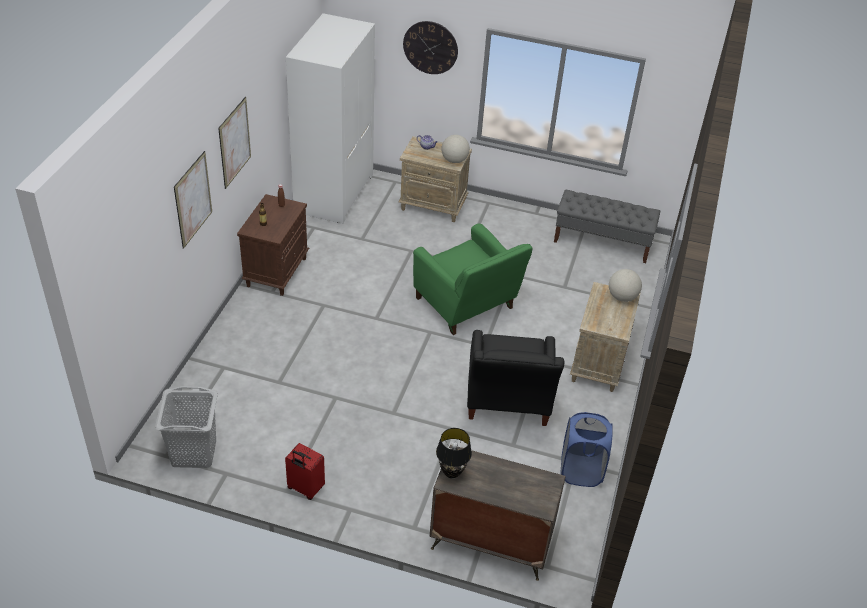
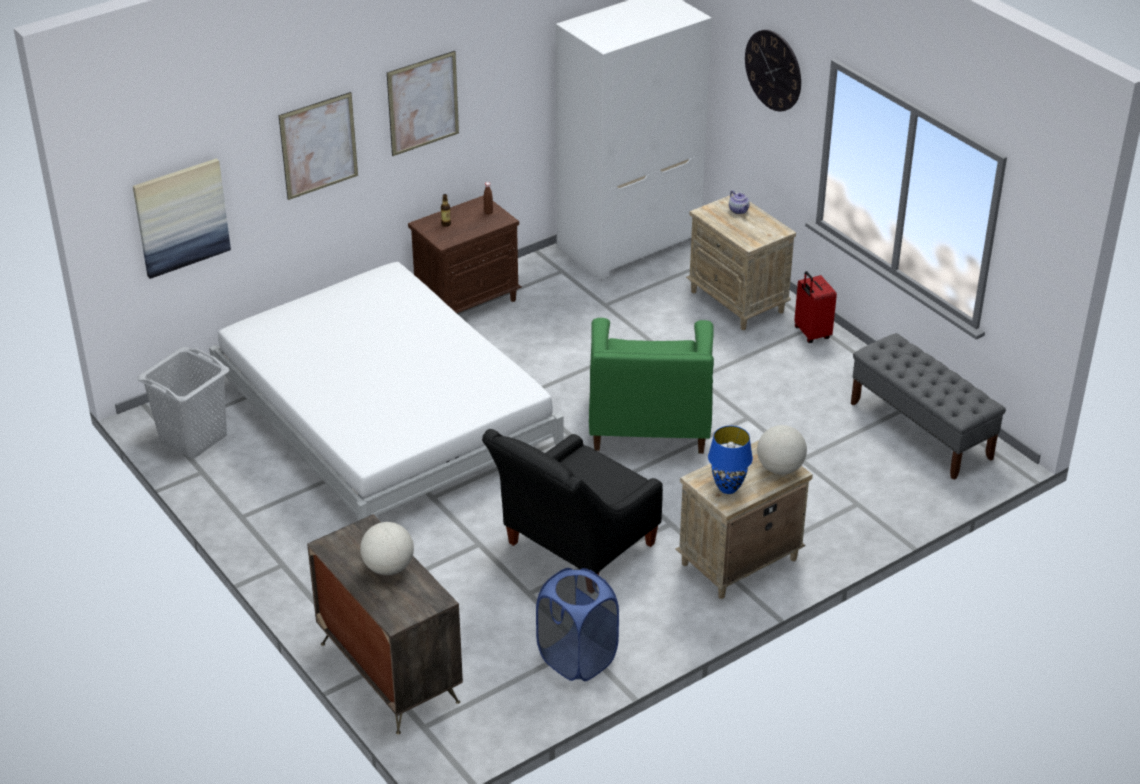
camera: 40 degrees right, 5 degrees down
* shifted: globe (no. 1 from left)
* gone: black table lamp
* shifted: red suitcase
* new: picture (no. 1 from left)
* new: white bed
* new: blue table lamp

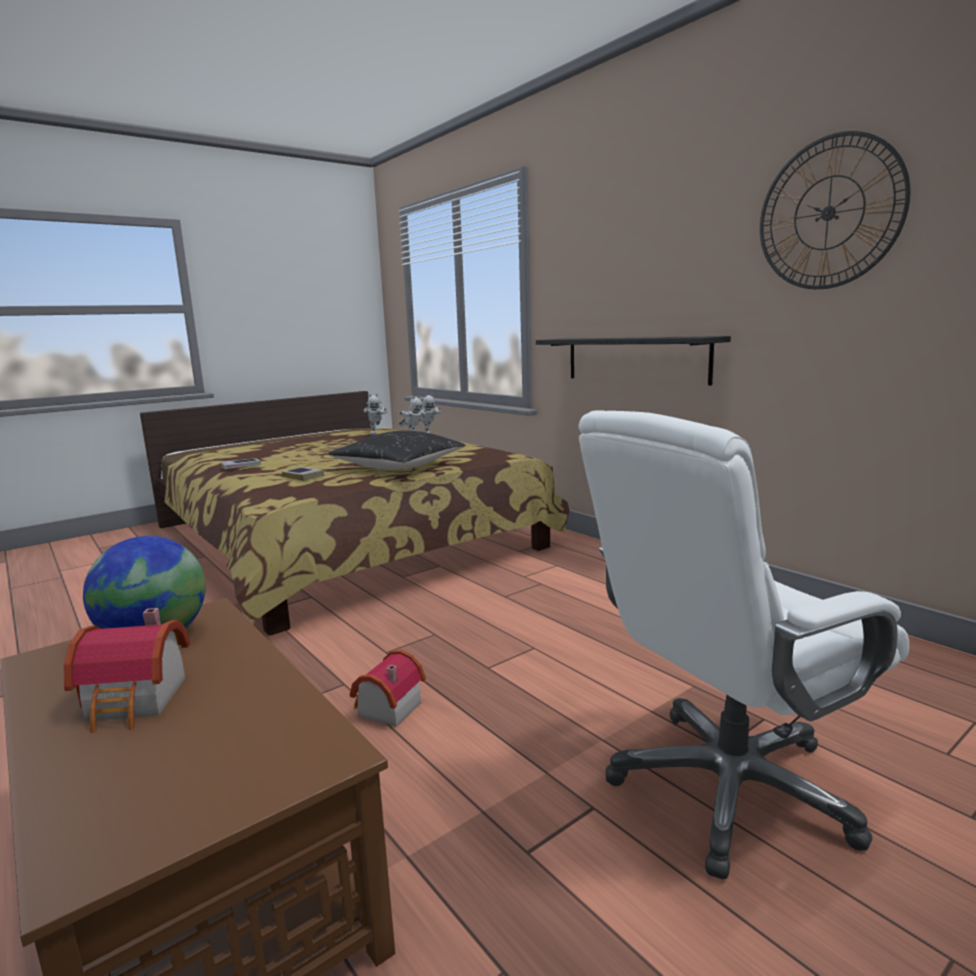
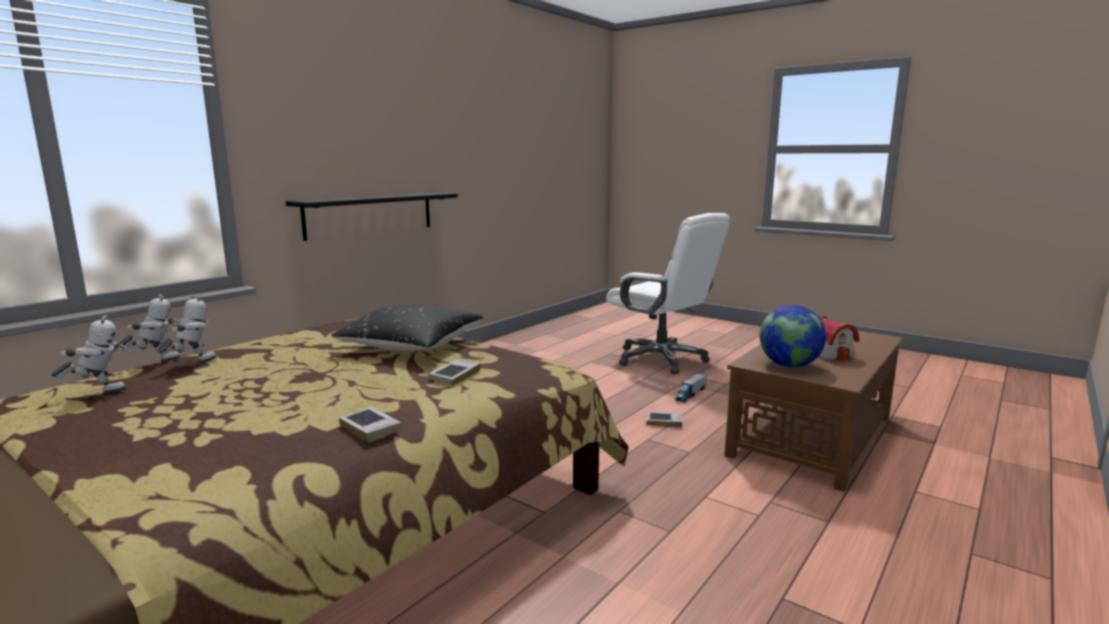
camera: 105 degrees left, 0 degrees up
* gone: wall clock
* swapped: toy house (no. 2 from left) to book (no. 3 from left)
* new: toy truck

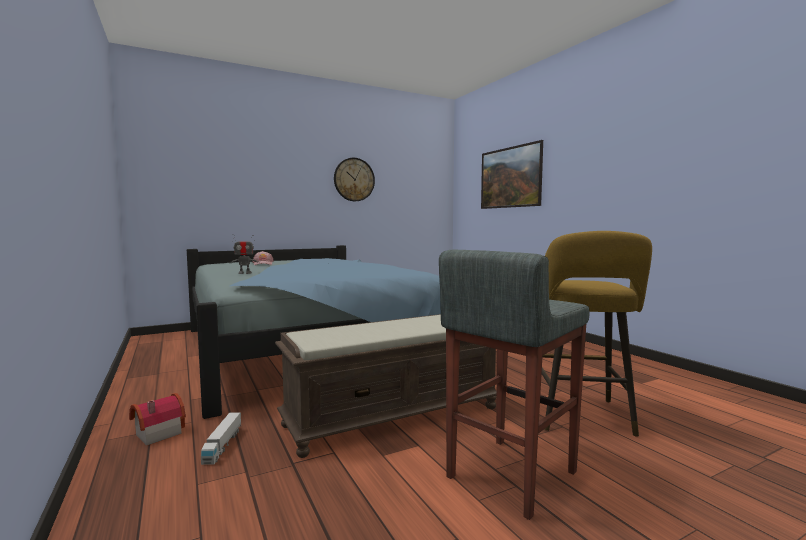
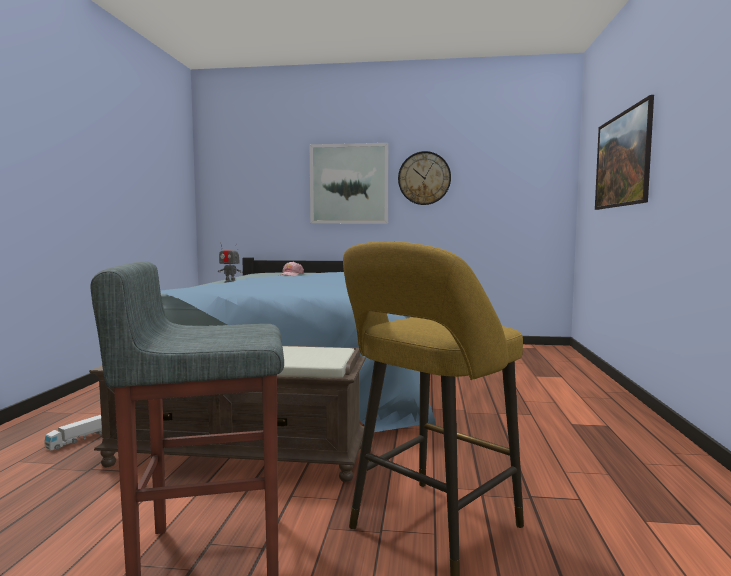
camera: 35 degrees right, 0 degrees up
* gone: toy house
* new: picture (no. 1 from left)

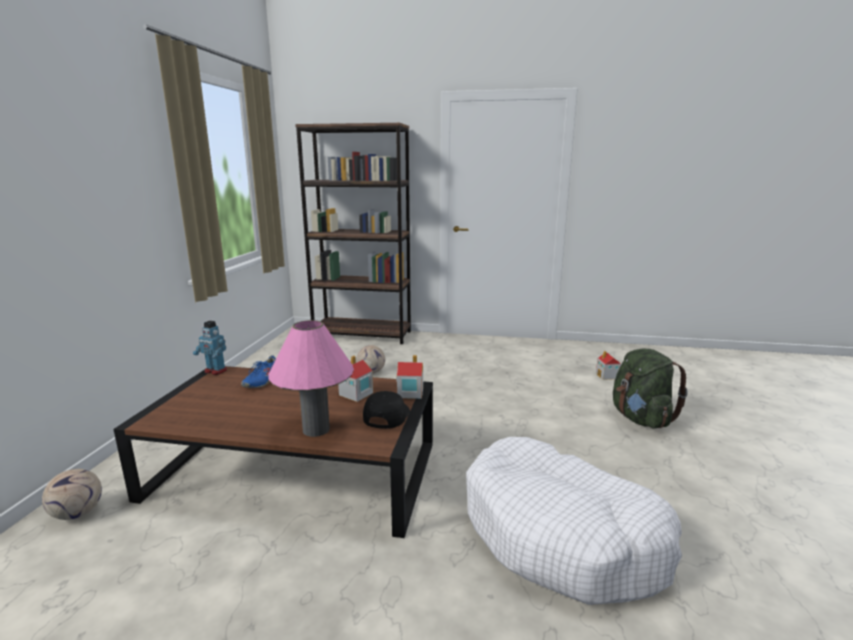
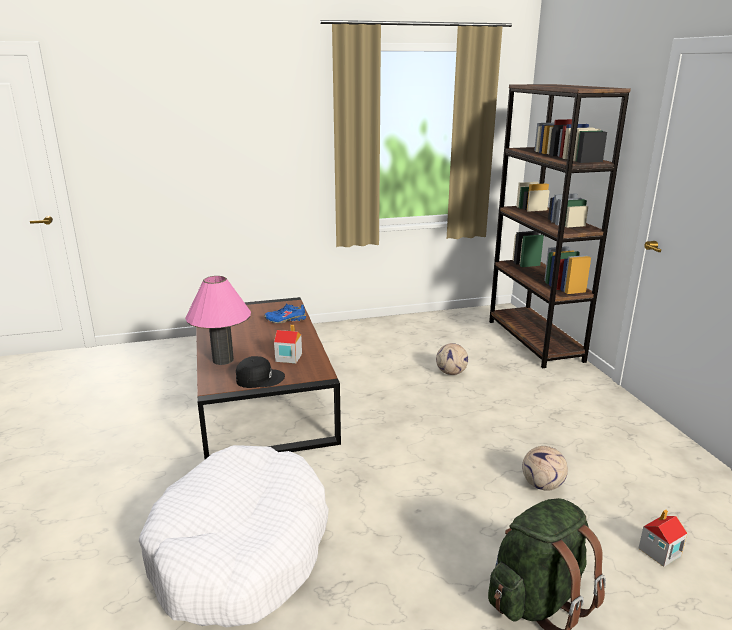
camera: 65 degrees right, 5 degrees up
* gone: toy robot
* gone: toy house (no. 2 from left)
* shifted: football (no. 1 from left in the first image) to football (no. 2 from left)

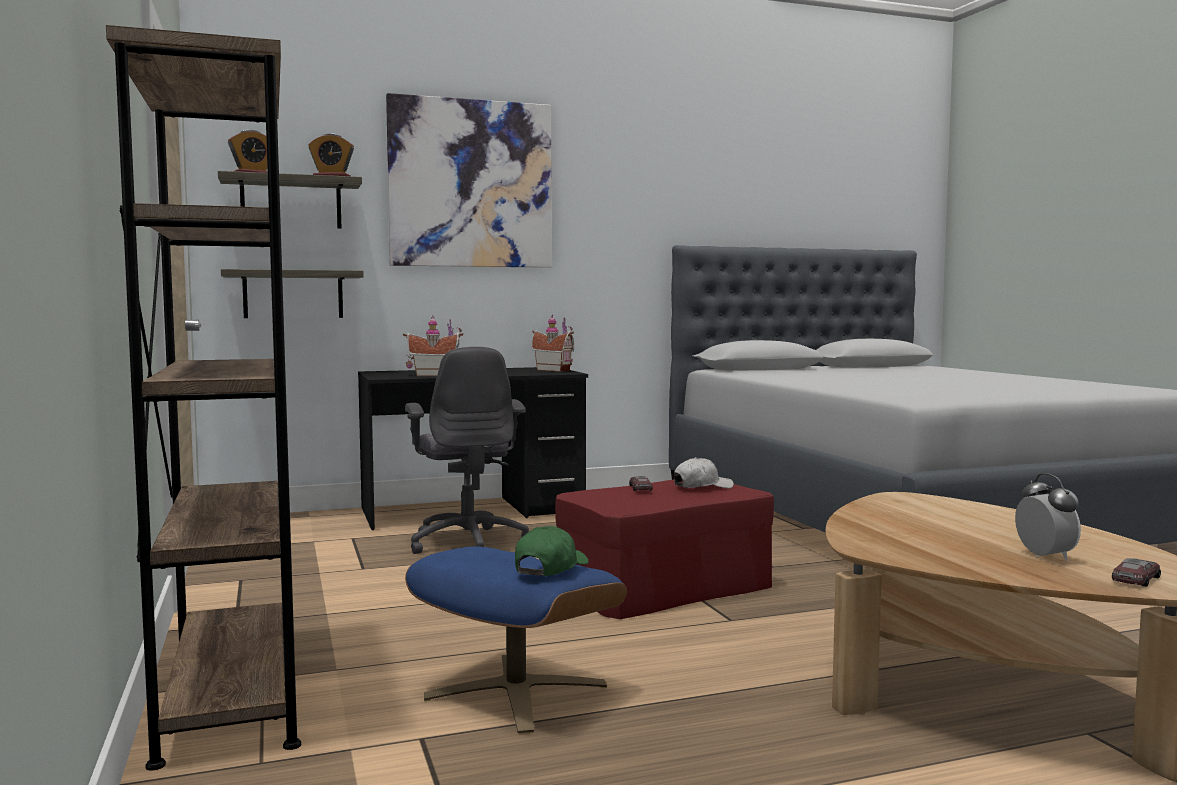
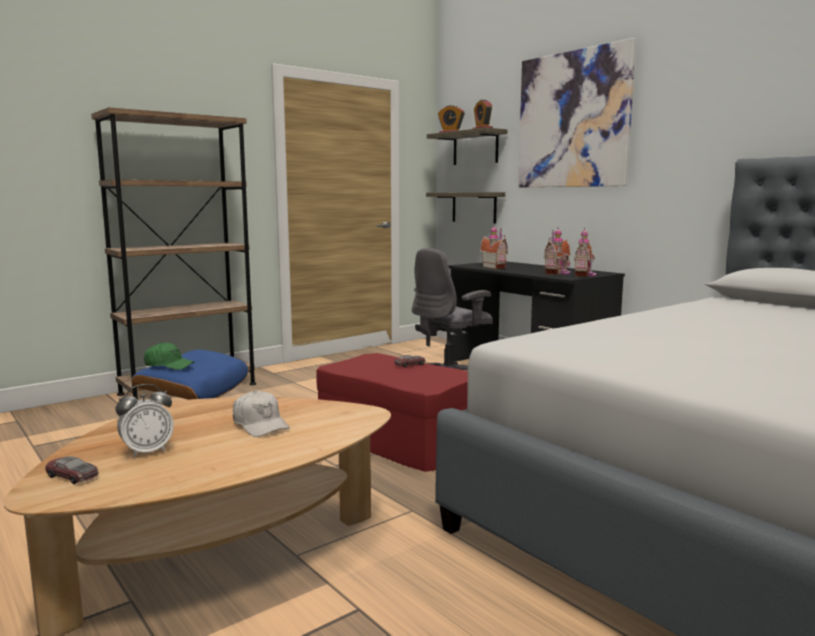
camera: 70 degrees right, 5 degrees up
* shifted: white cap
* new: toy house (no. 2 from left)

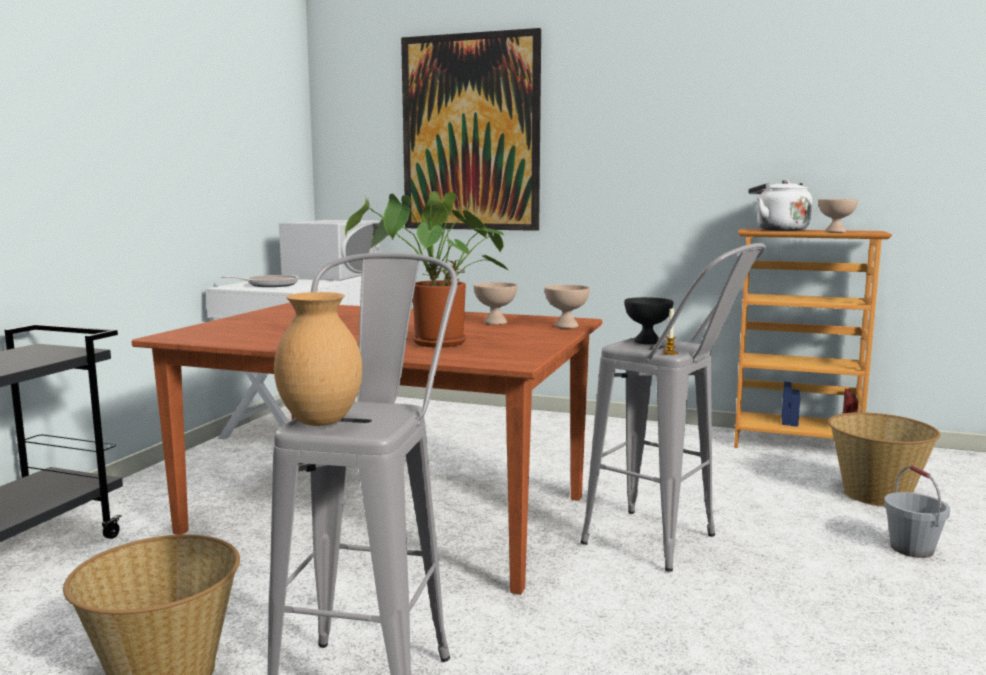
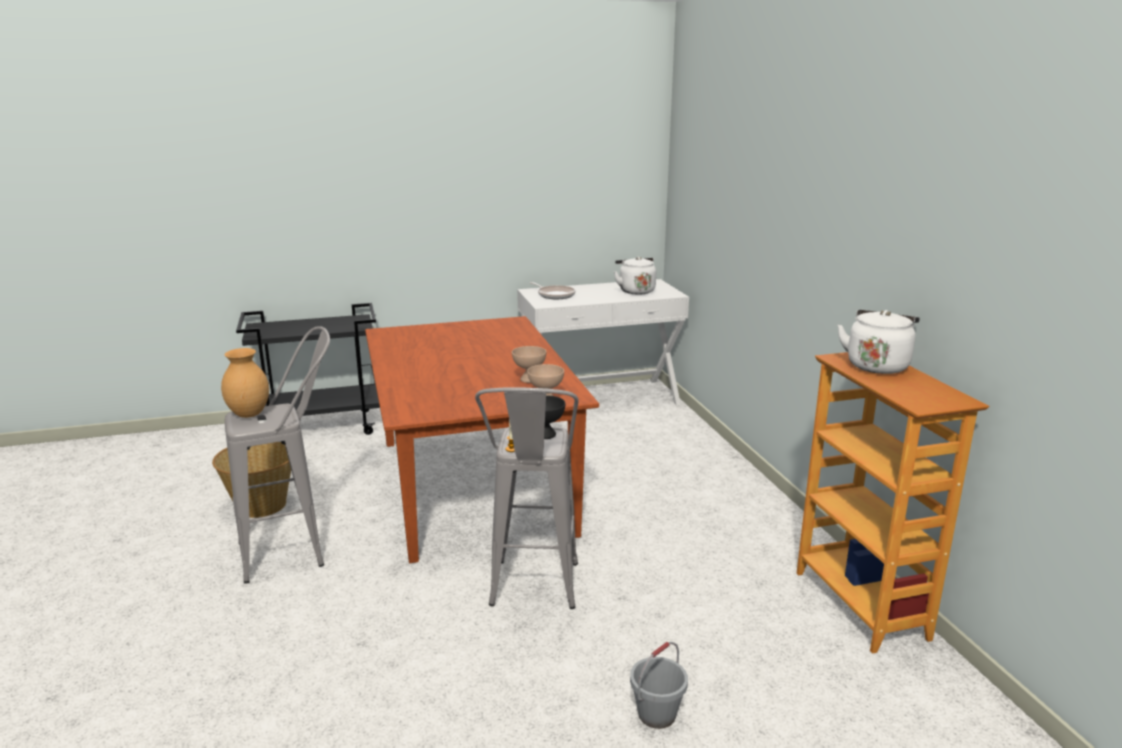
camera: 55 degrees right, 10 degrees up
* gone: picture
* gone: potted plant
* gone: beige bowl (no. 3 from left)
* swapped: white microwave to white kettle (no. 1 from left)
* gone: basket (no. 2 from left)

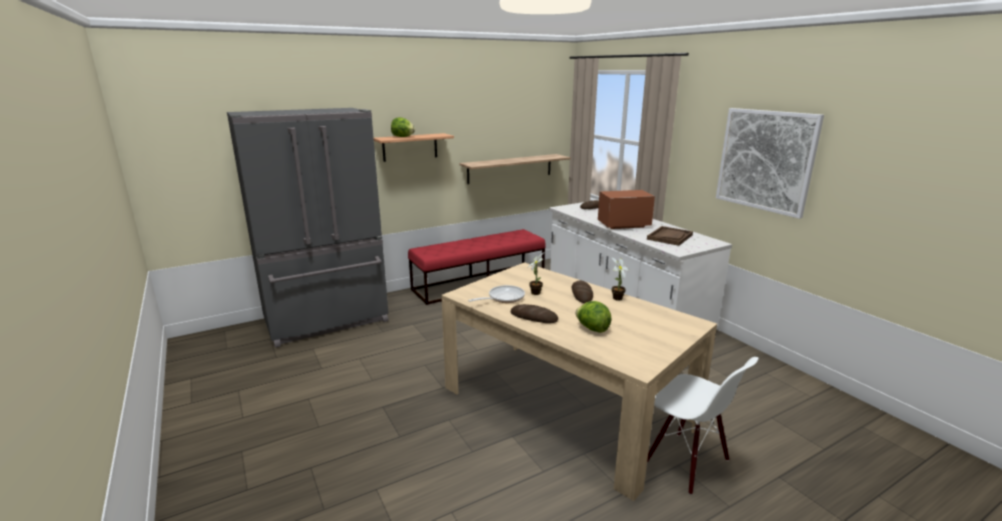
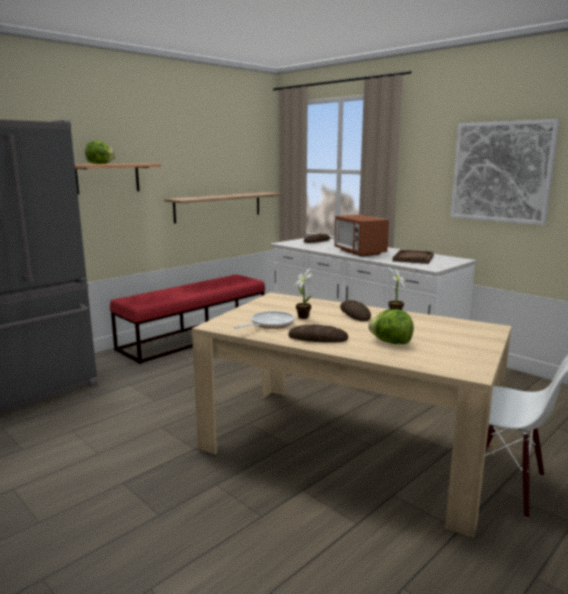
camera: 15 degrees left, 5 degrees down
* rotated: microwave 90 degrees counterclockwise

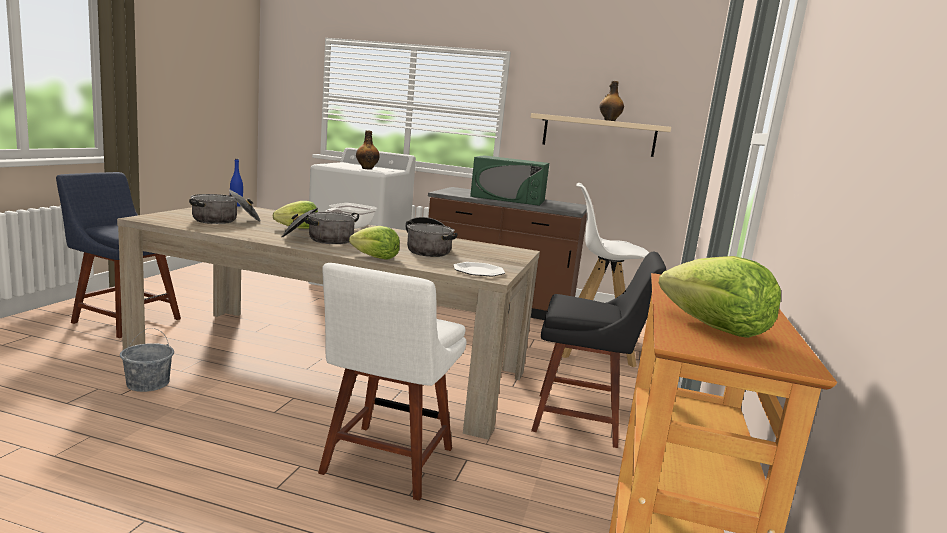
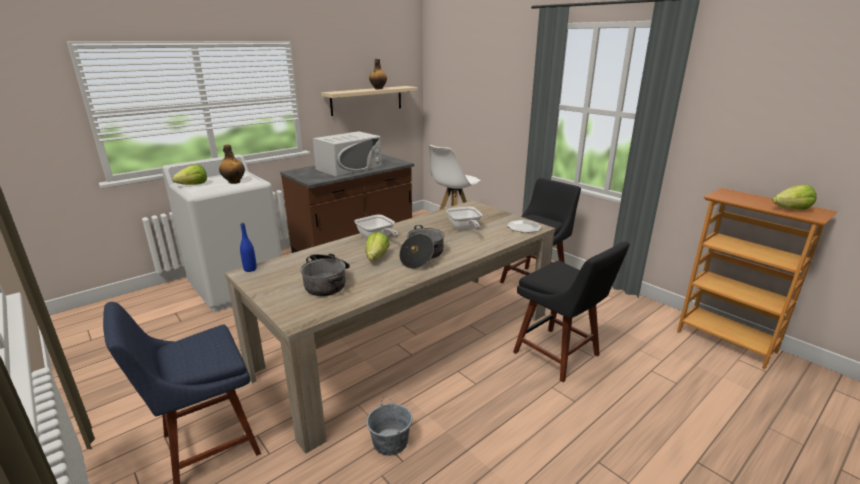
camera: 55 degrees left, 10 degrees up
* repainted: green microwave to white microwave
* swapped: cooking pot (no. 3 from left) to frying pan (no. 2 from left)
* shifted: lettuce (no. 2 from left in the first image) to lettuce (no. 1 from left)
* repainted: white chair to black chair (no. 2 from left)

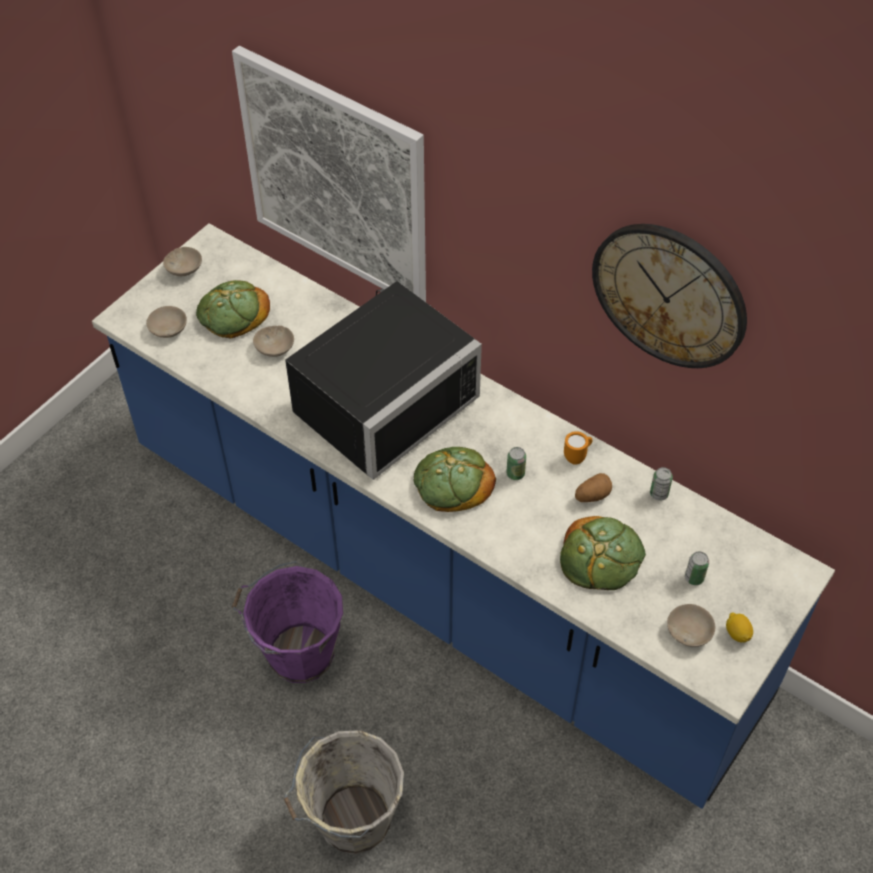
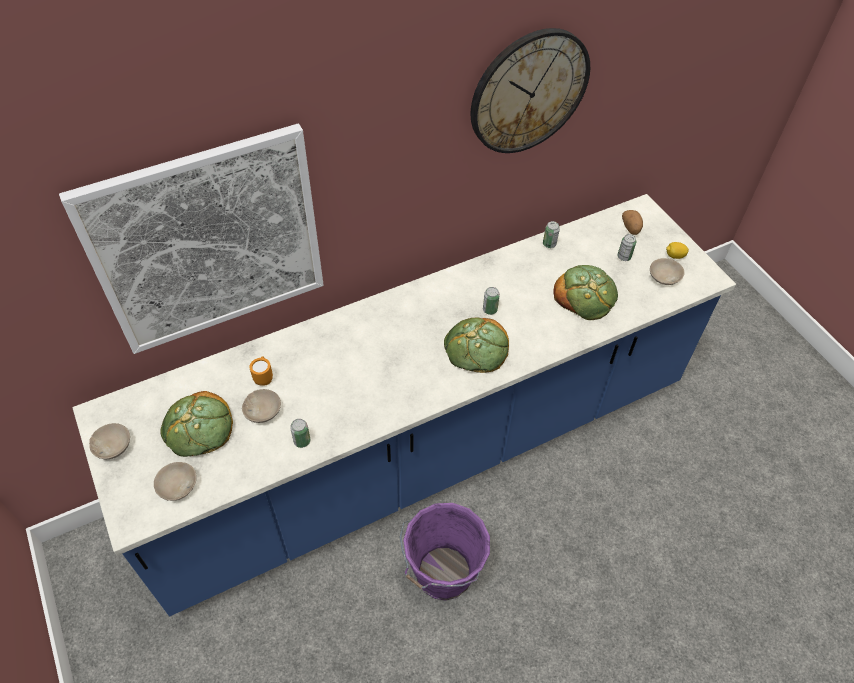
camera: 65 degrees left, 0 degrees up
* gone: black microwave
* shifted: orange mug
* shifted: potato
* gone: grey bucket
* new: can (no. 1 from left)

